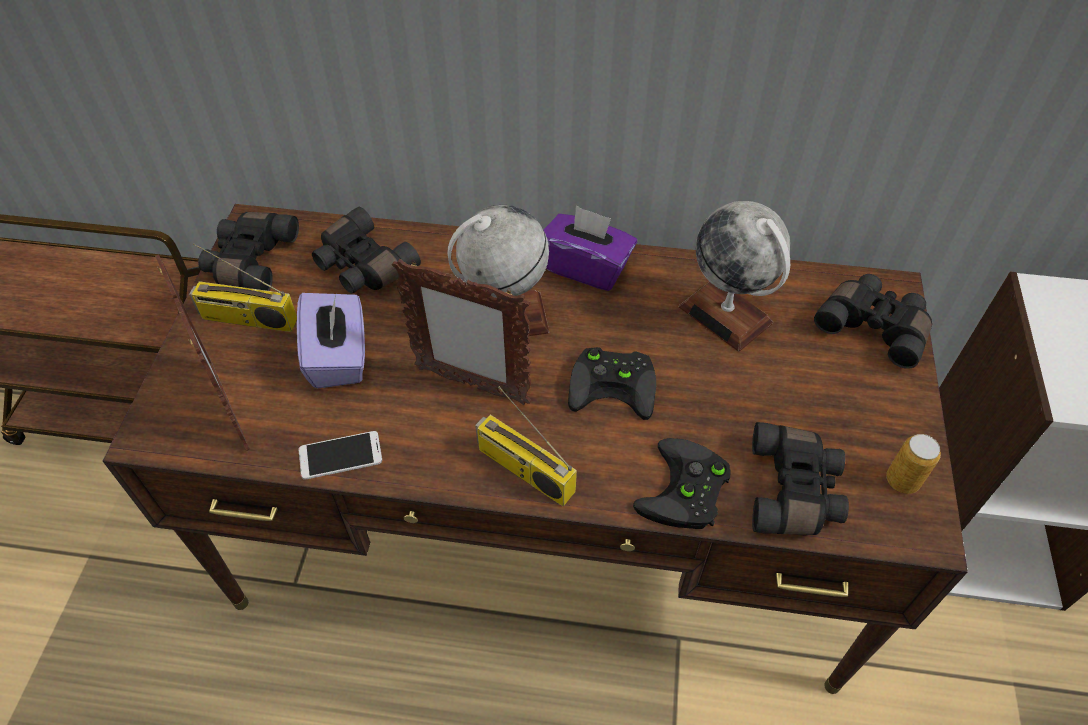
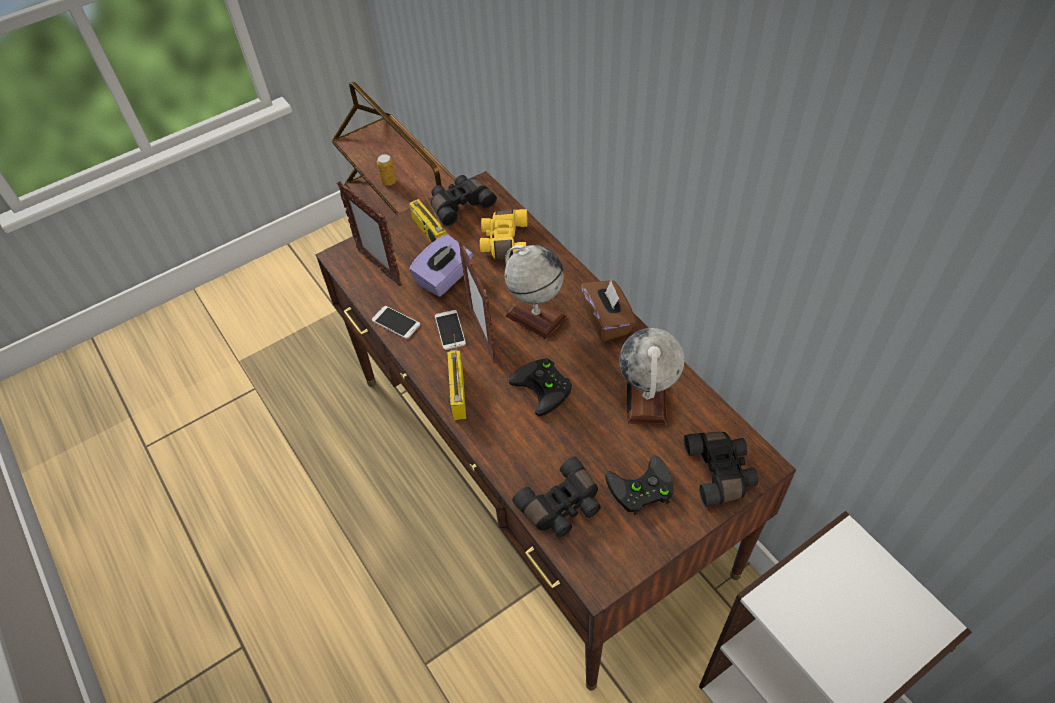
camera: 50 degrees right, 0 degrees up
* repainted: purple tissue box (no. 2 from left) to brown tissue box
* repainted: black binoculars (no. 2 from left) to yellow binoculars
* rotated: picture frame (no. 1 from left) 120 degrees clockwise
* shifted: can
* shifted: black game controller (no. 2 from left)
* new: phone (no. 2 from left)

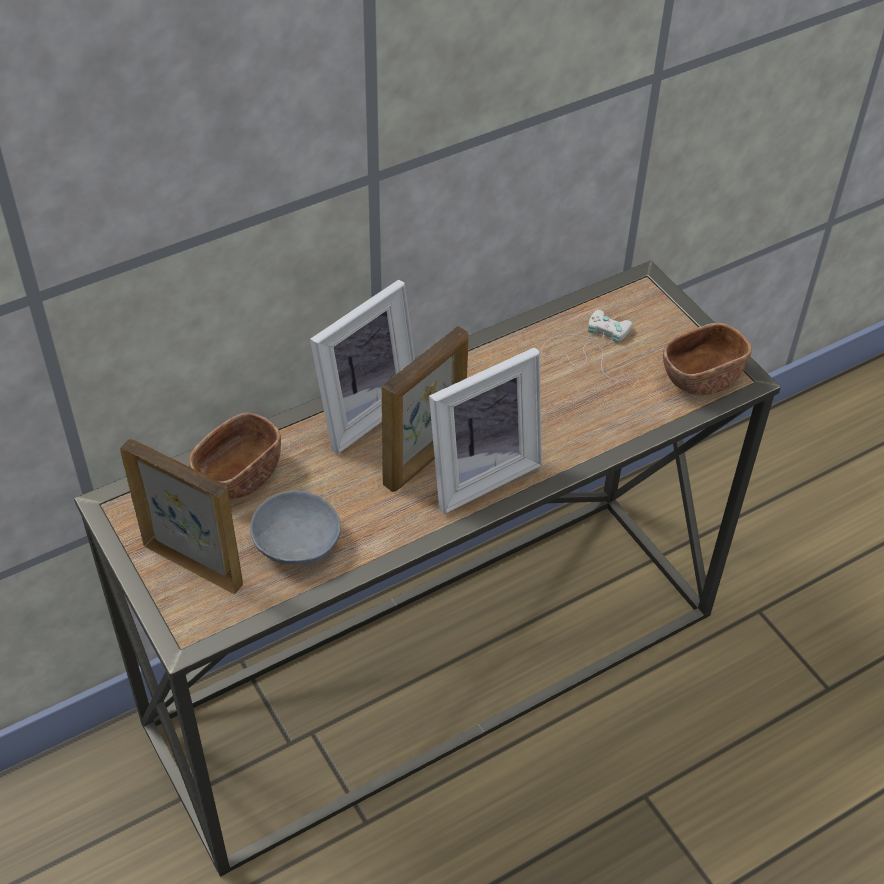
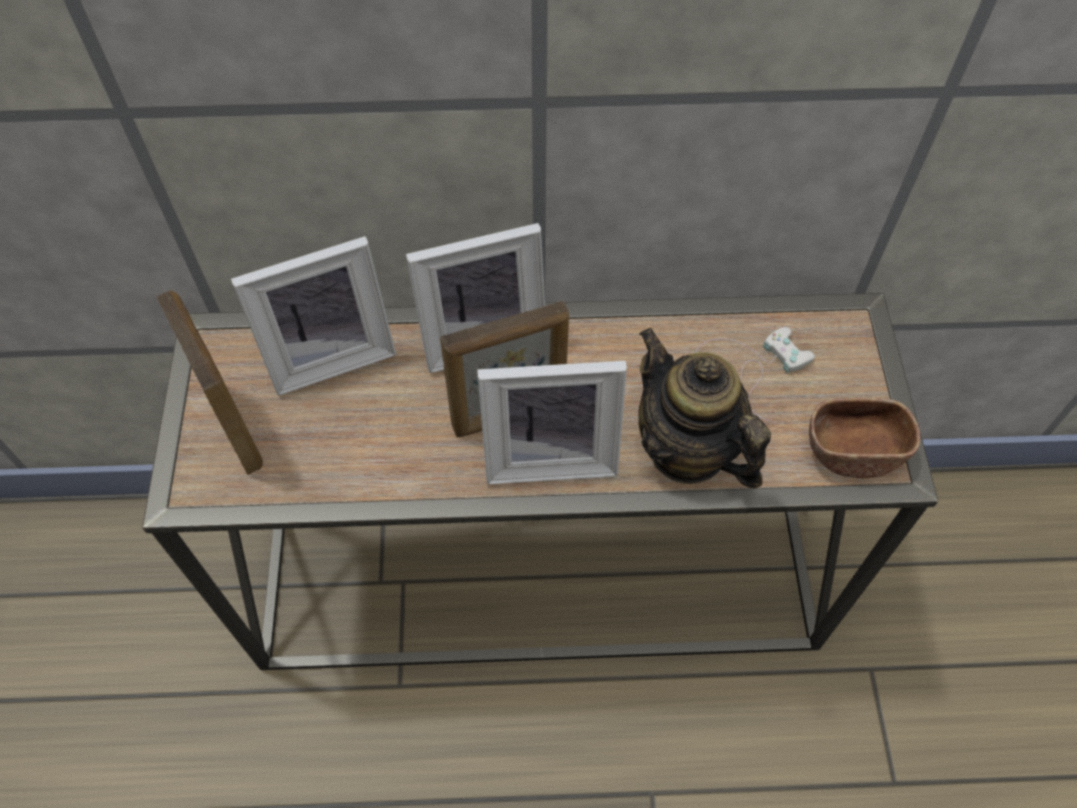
camera: 30 degrees right, 10 degrees up
* swapped: brown bowl (no. 1 from left) to picture frame (no. 2 from left)
* gone: grey bowl
* new: teapot

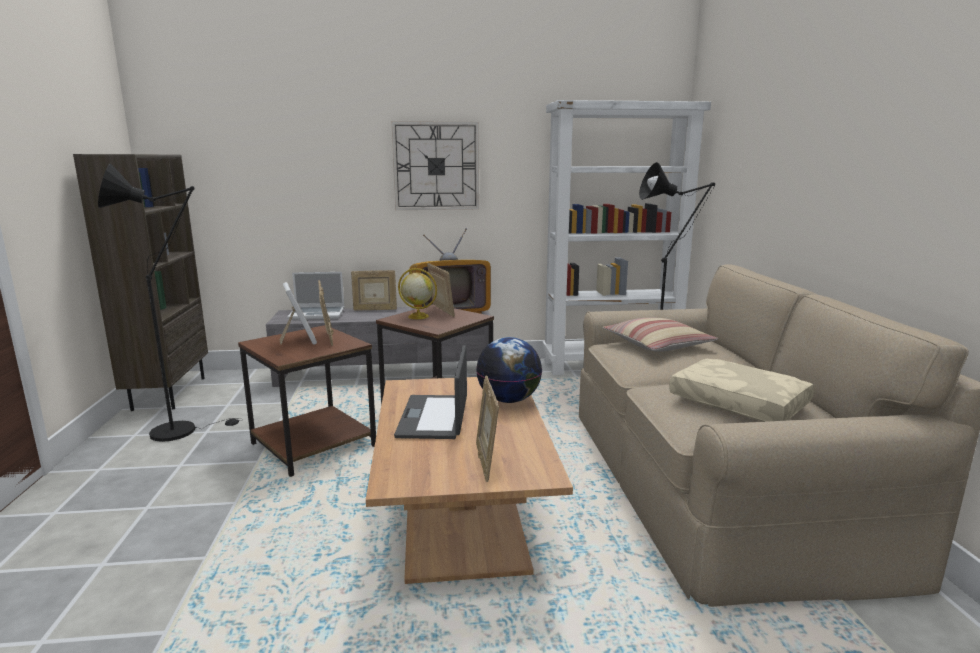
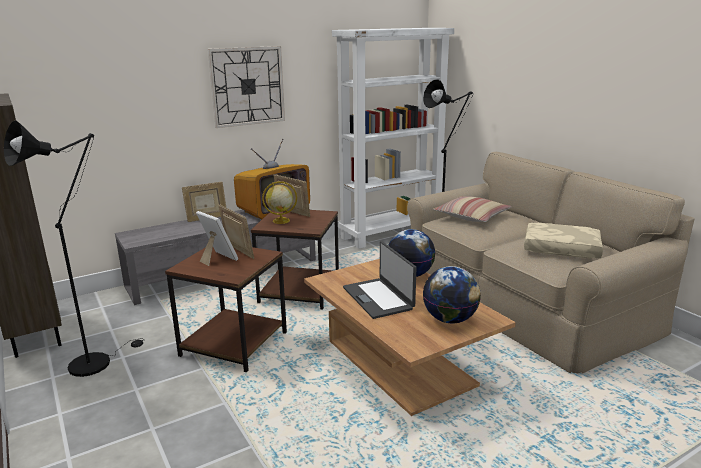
camera: 25 degrees left, 5 degrees up
* gone: laptop (no. 1 from left)
* swapped: picture frame (no. 5 from left) to globe (no. 3 from left)

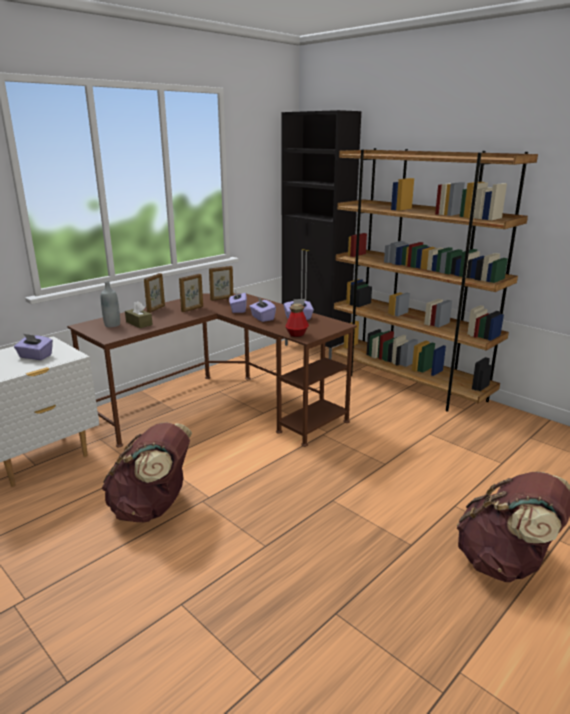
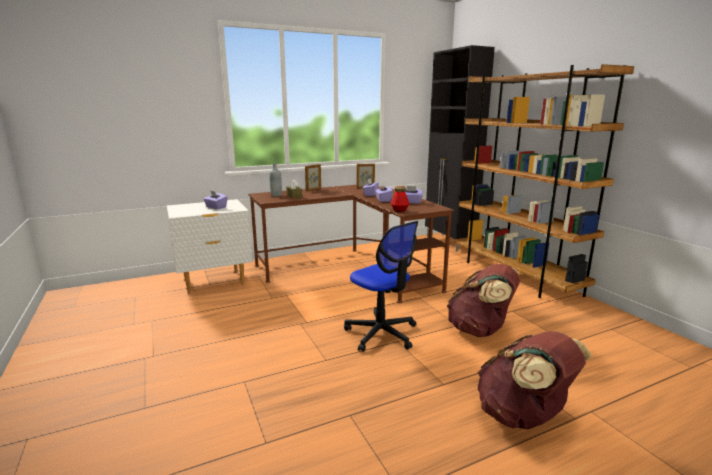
camera: 20 degrees right, 5 degrees down
* gone: picture frame (no. 2 from left)
* shifted: brown backpack (no. 1 from left)
* new: office chair

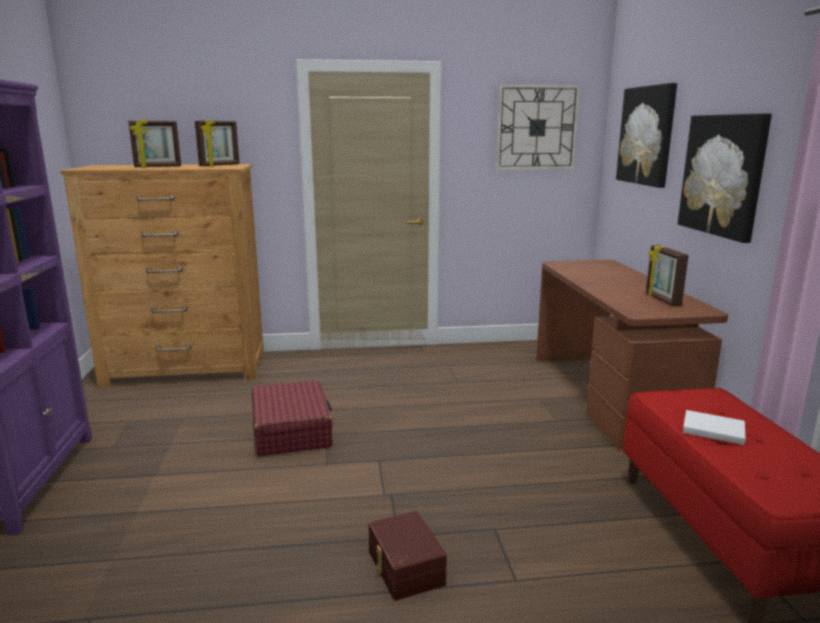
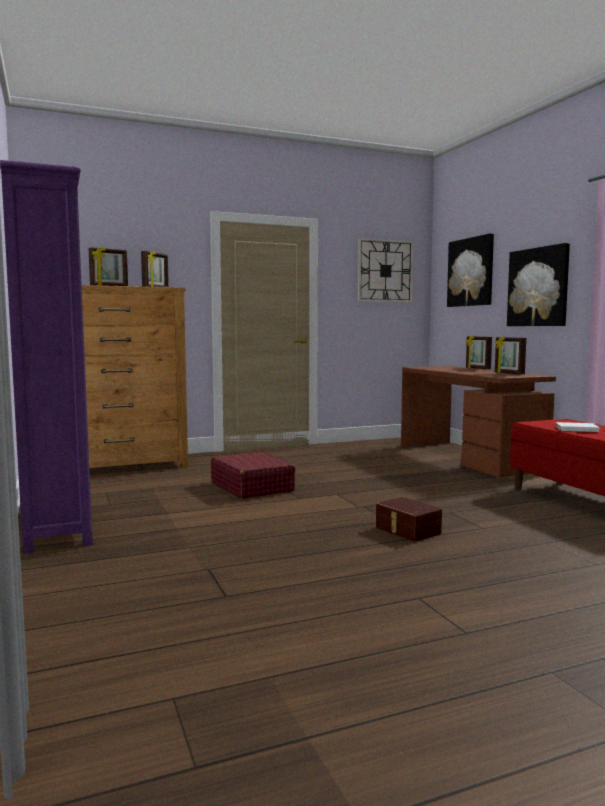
camera: 15 degrees left, 10 degrees down
* new: picture frame (no. 3 from left)

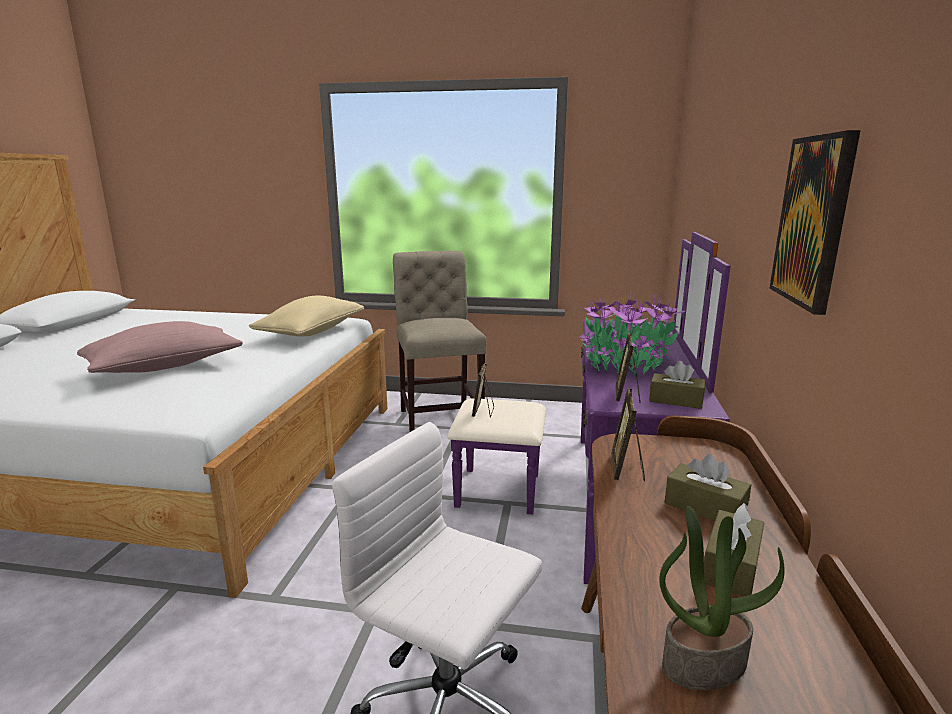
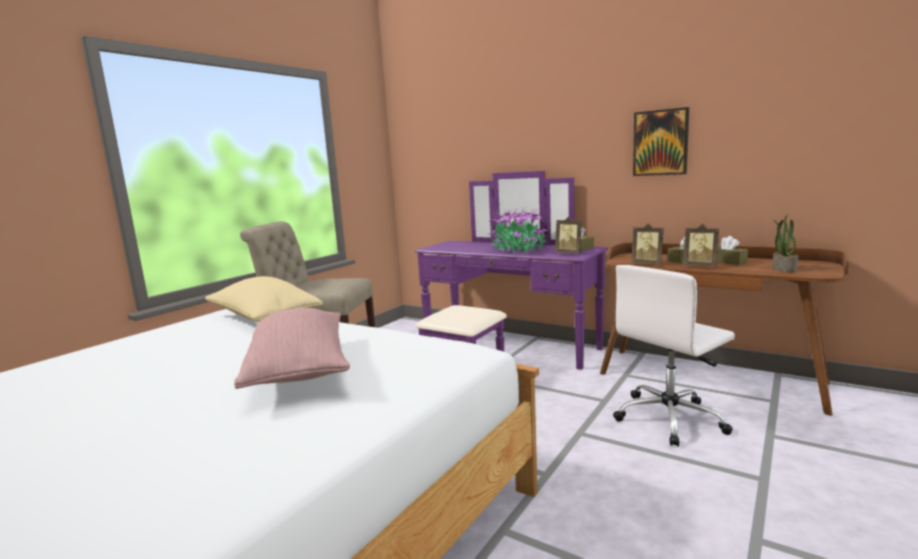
camera: 65 degrees left, 5 degrees down
* shifted: picture frame (no. 1 from left in the first image) to picture frame (no. 3 from left)

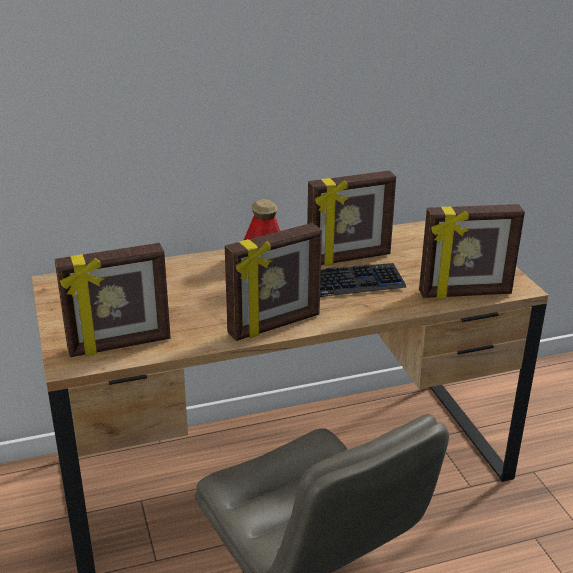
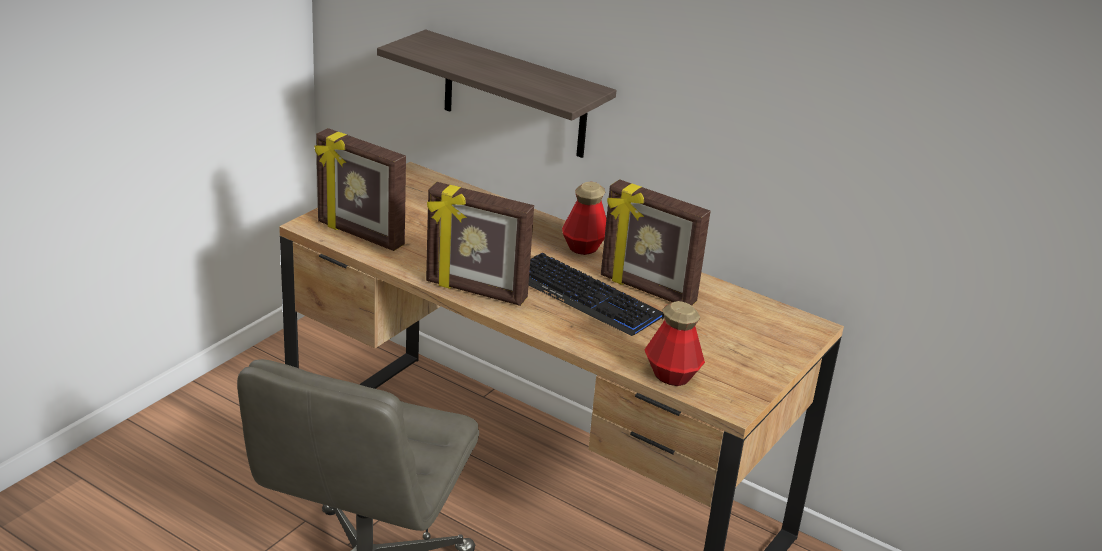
camera: 50 degrees right, 0 degrees up
* swapped: picture frame (no. 4 from left) to bottle (no. 2 from left)
* new: shelf

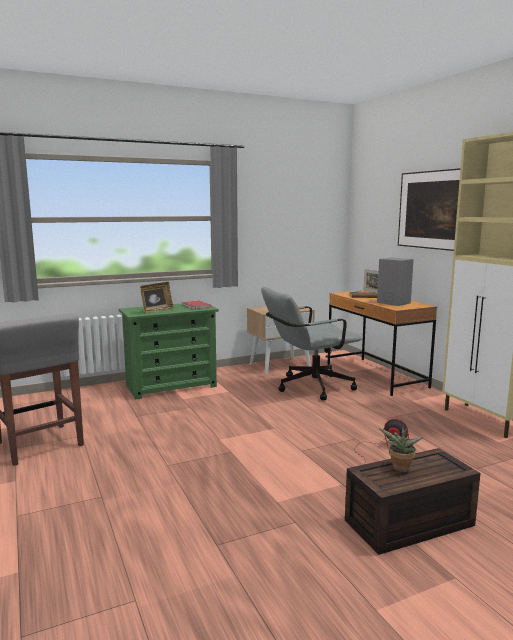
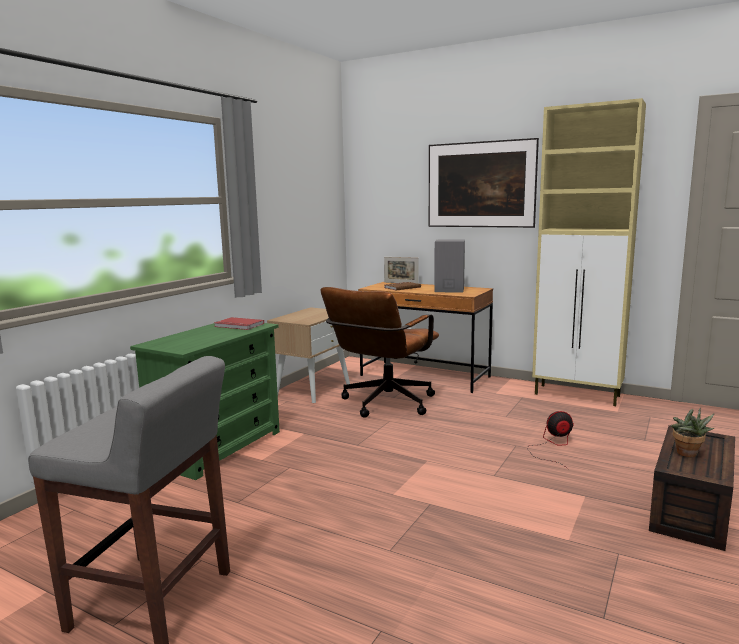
camera: 35 degrees left, 0 degrees up
* gone: picture frame (no. 1 from left)
* repainted: grey office chair to brown office chair

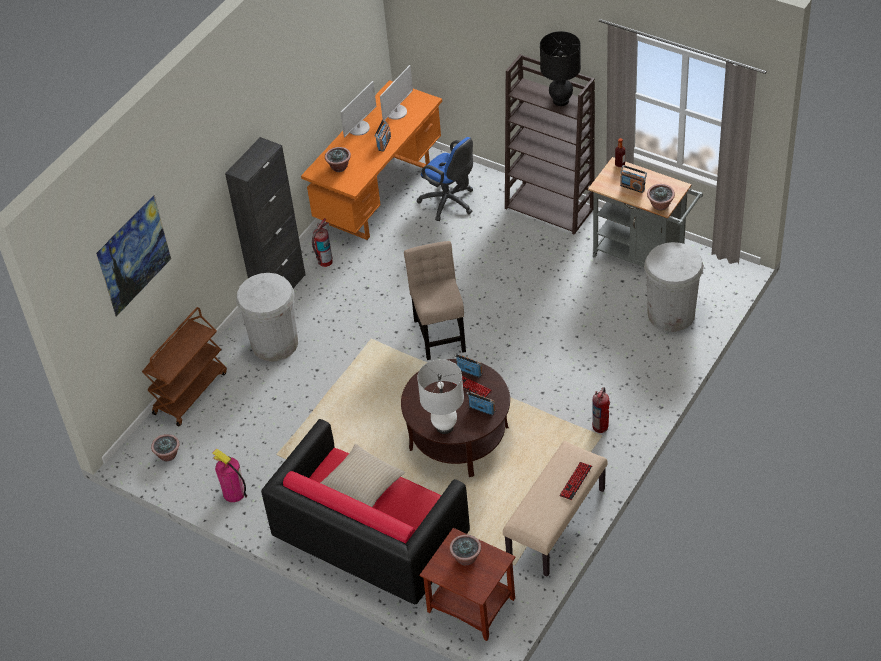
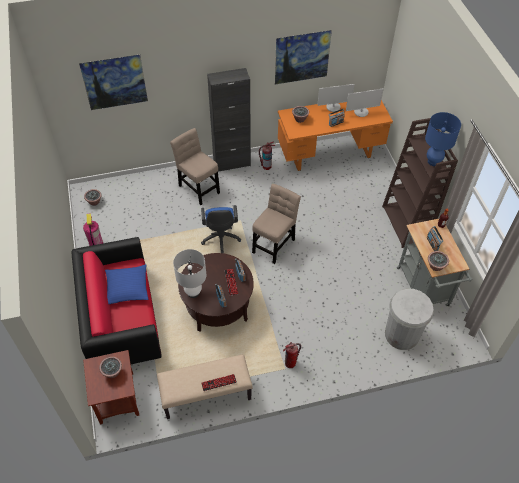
camera: 40 degrees right, 5 degrees up
* repainted: black table lamp to blue table lamp
* shifted: blue office chair
* swapped: white trash can (no. 1 from left) to beige chair (no. 1 from left)
* gone: brown cart
* repainted: beige pillow to blue pillow
* new: picture (no. 2 from left)

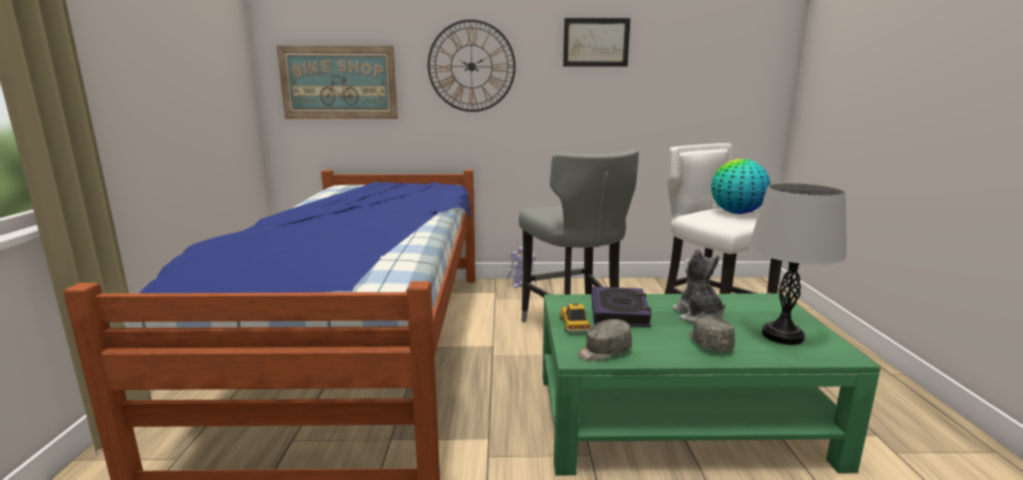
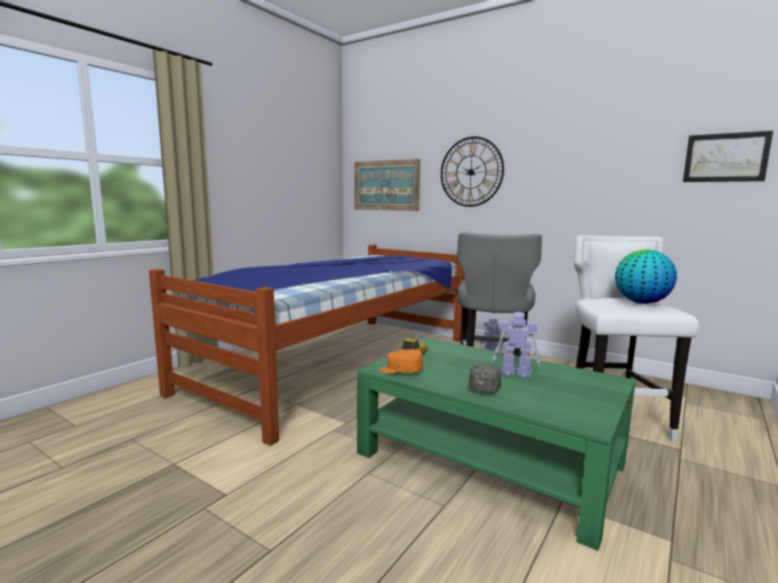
camera: 35 degrees right, 5 degrees down
* shifted: picture (no. 2 from left)
* gone: grey table lamp
* swapped: plush toy to toy robot (no. 2 from left)
* gone: book
* repainted: grey cap (no. 1 from left) to orange cap

